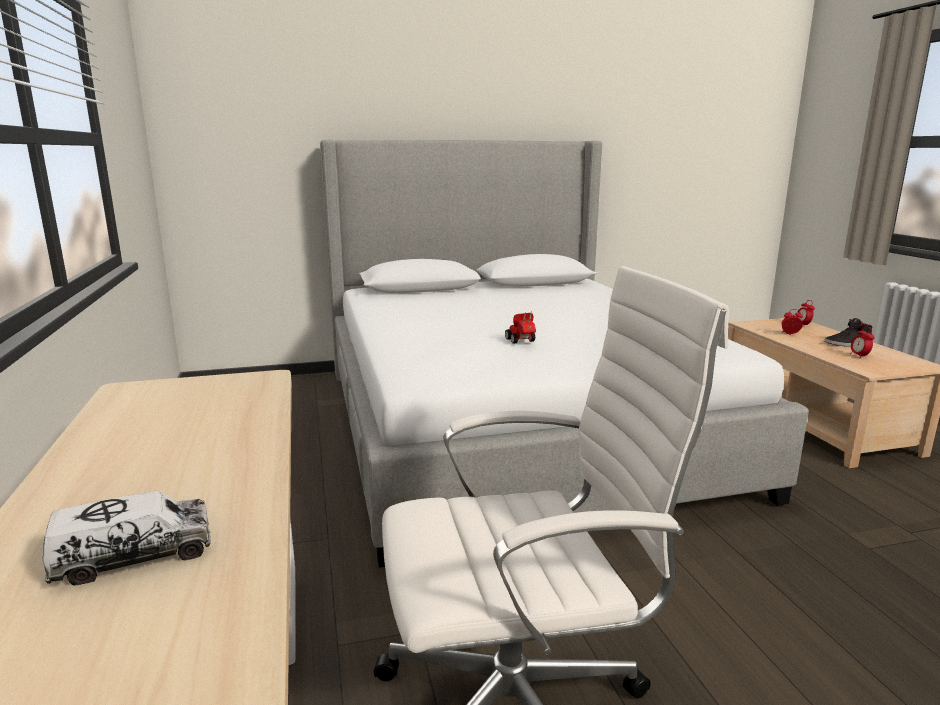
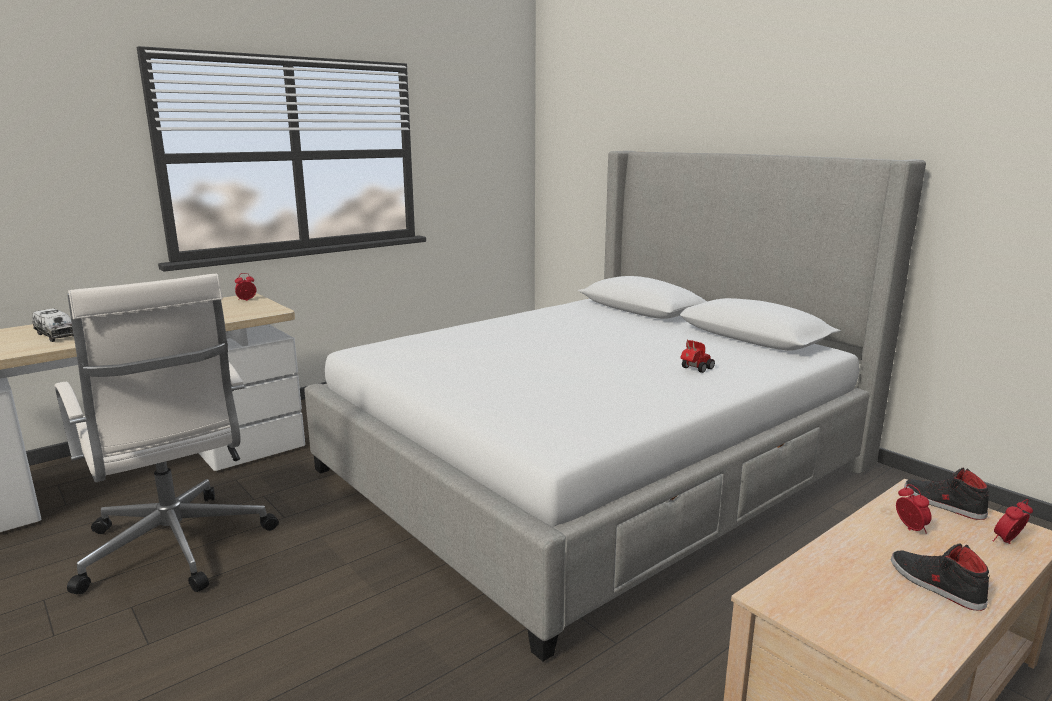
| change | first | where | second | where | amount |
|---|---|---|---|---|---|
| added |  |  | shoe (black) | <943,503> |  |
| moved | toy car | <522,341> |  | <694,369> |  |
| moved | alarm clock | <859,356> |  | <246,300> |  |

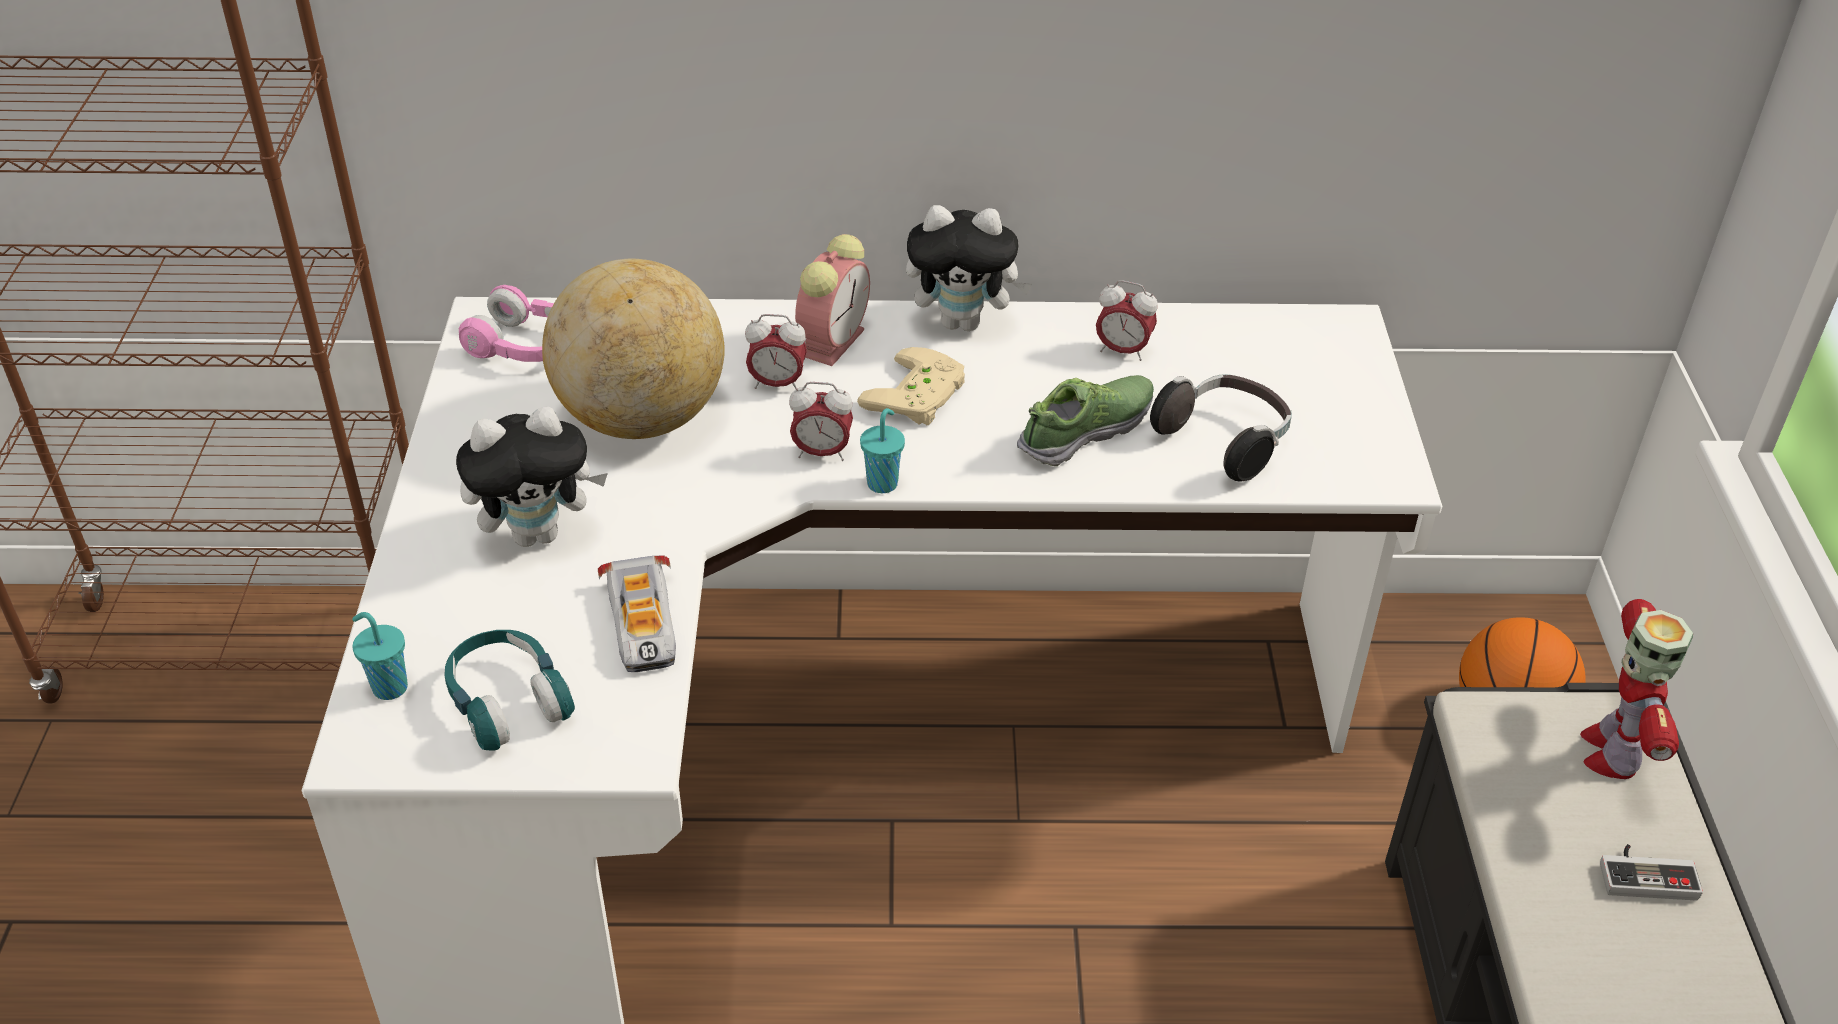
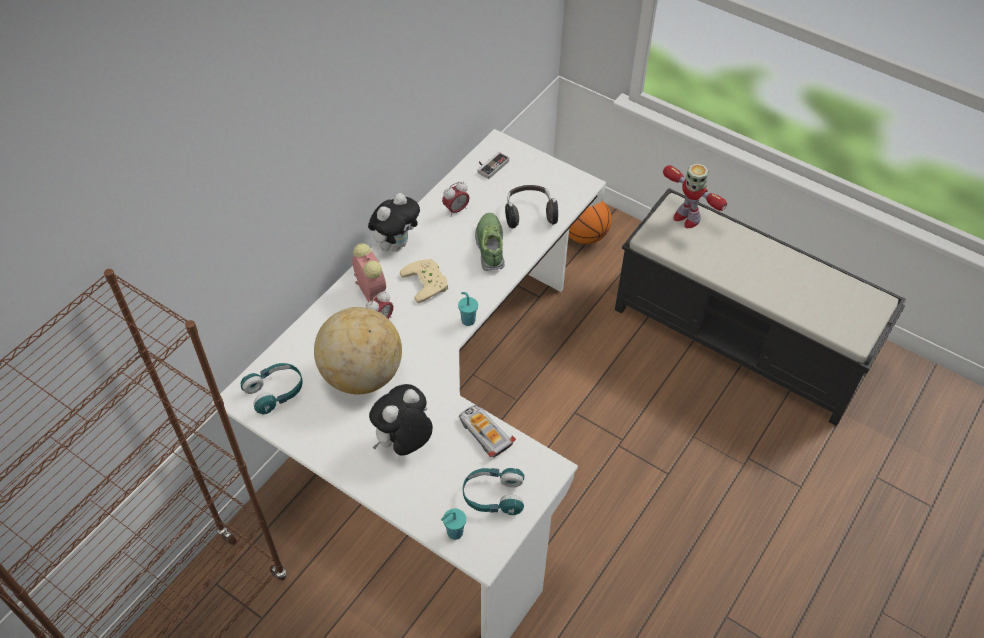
| change | first | where | second | where | amount |
|---|---|---|---|---|---|
| removed | alarm clock | <822,453> |  |  |  |
| moved | game controller | <1646,874> |  | <490,165> |  |
| recoloured | headphones (pink) | <526,347> | headphones (turquoise) | <275,392> |  |
| turned | plush toy | <538,533> |  | <404,443> | 150 degrees counterclockwise |
| turned | toy car | <643,624> |  | <484,433> | 150 degrees counterclockwise |

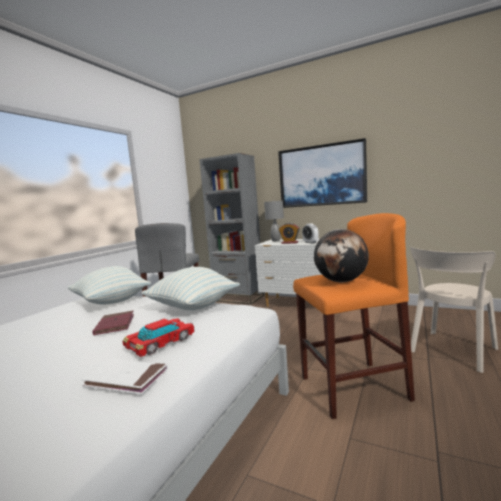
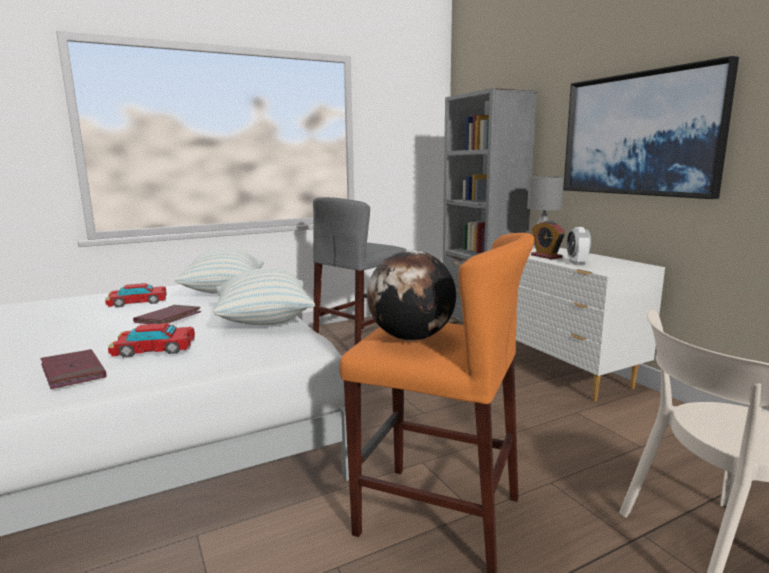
| change | first | where | second | where | amount |
|---|---|---|---|---|---|
| added |  |  | toy car | <137,302> |  |
| recoloured | book (white) | <126,379> | book (red) | <73,372> |  |

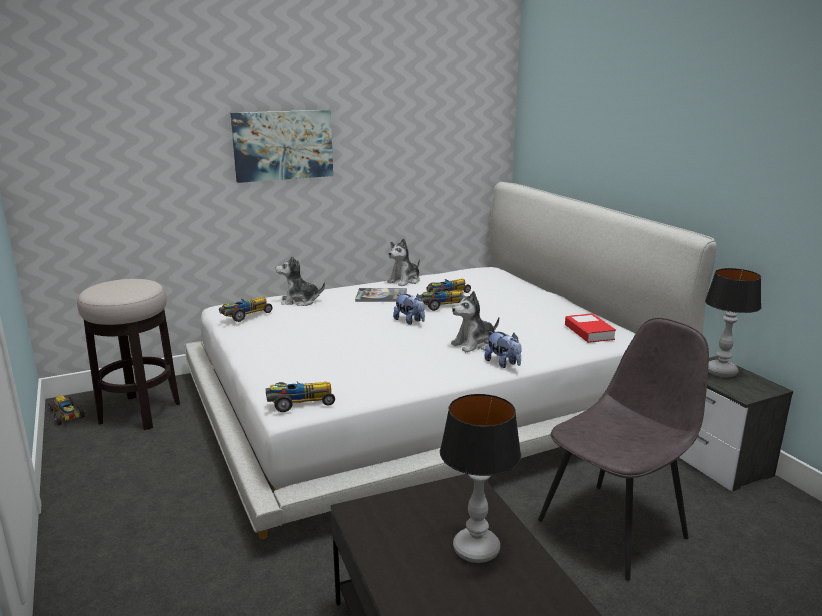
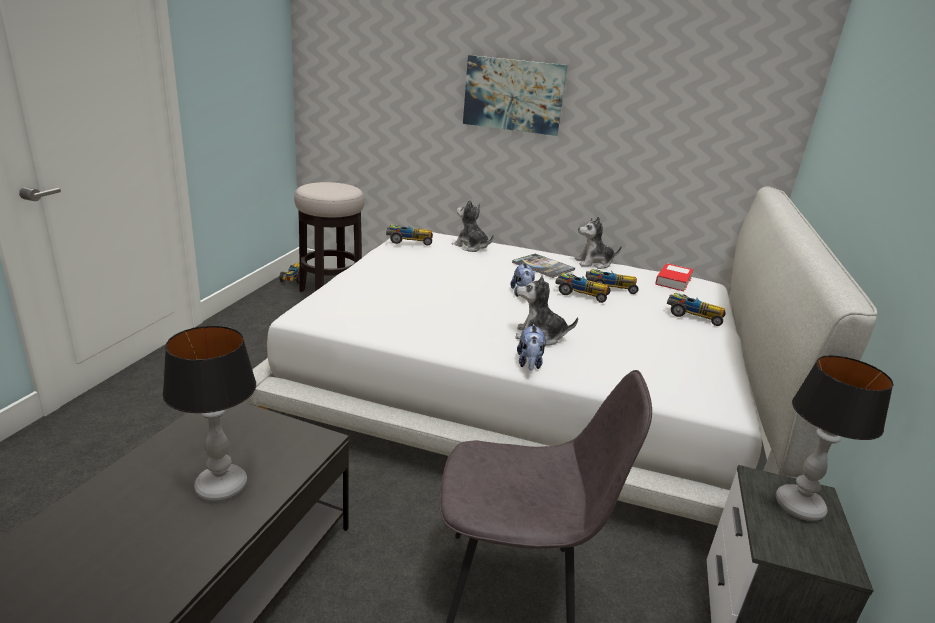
| change | first | where | second | where | amount |
|---|---|---|---|---|---|
| moved | toy car | <299,402> |  | <693,315> |  |
| moved | book | <589,332> |  | <673,281> |  |

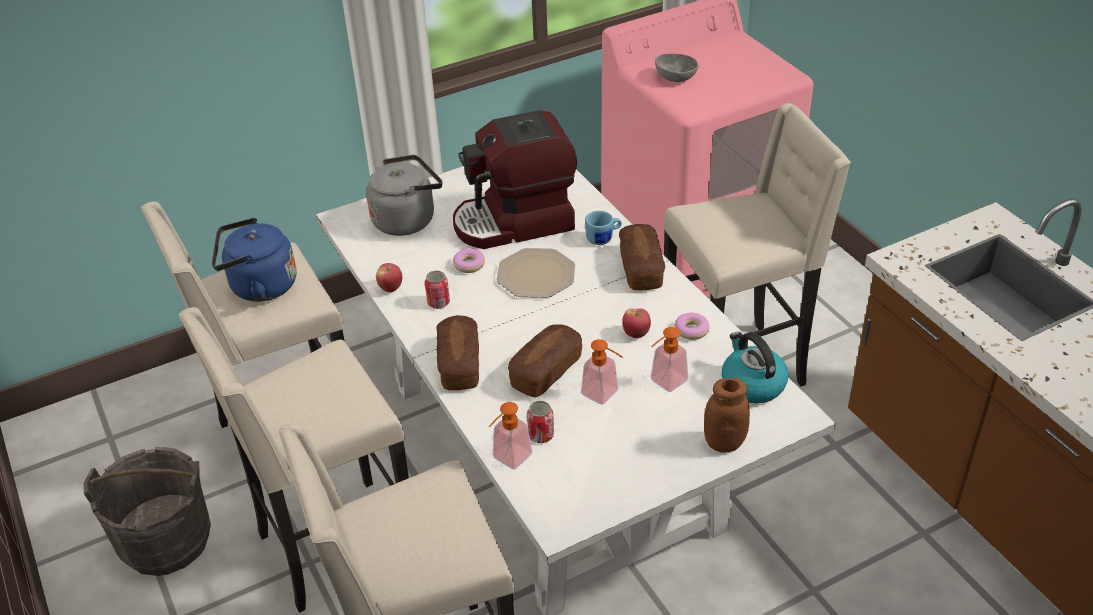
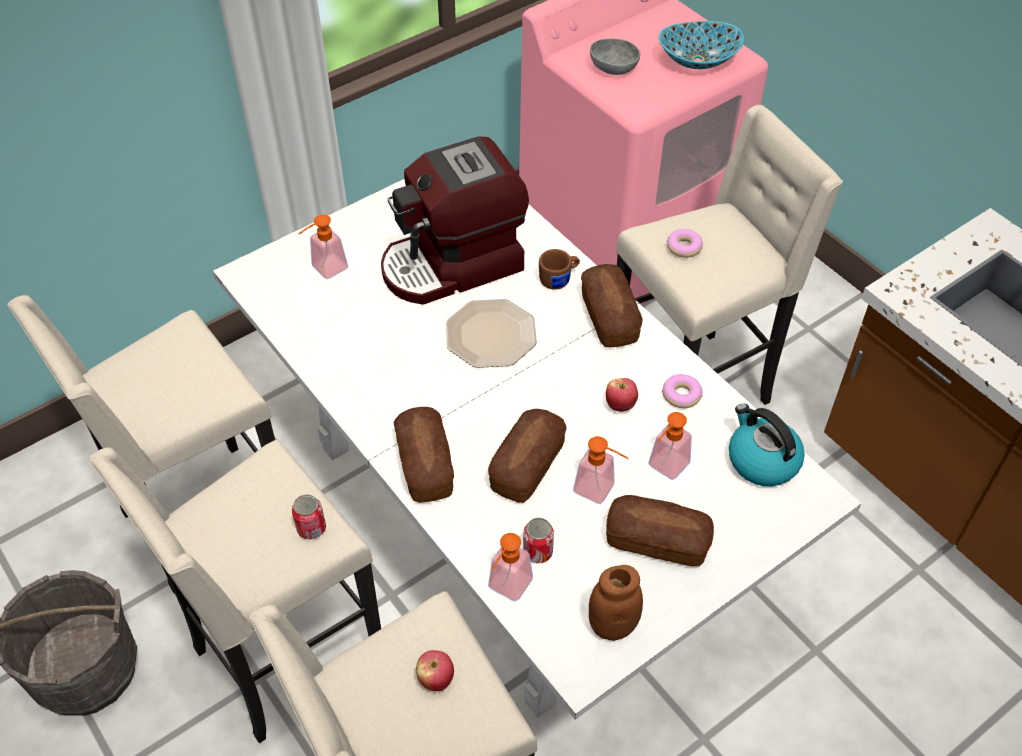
| change | first | where | second | where | amount |
|---|---|---|---|---|---|
| removed | kettle (blue) | <259,287> |  |  |  |
| added |  |  | bread | <657,541> |  |
| added |  |  | bowl | <697,60> |  |
| moved | apple | <390,288> |  | <435,679> |  |
| moved | can | <438,302> |  | <311,528> |  |
| moved | donut | <469,265> |  | <684,247> |  |
| moved | jar (brown) | <724,443> |  | <612,625> |  |
| replaced | kettle (grey) | <407,219> | soap dispenser | <324,270> |  |
| recoloured | mug (blue) | <603,238> | mug (brown) | <559,279> |  |

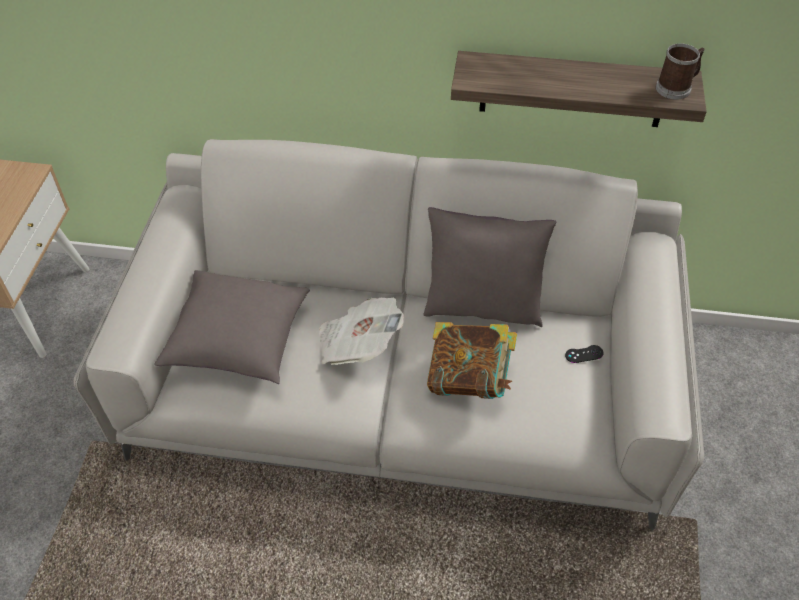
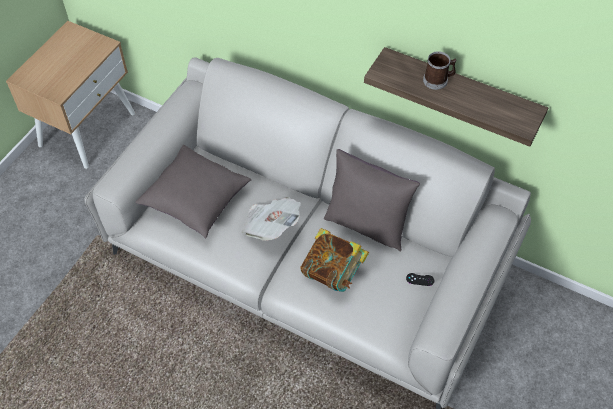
| change | first | where | second | where | amount |
|---|---|---|---|---|---|
| moved | mug | <676,87> |  | <438,80> |  |

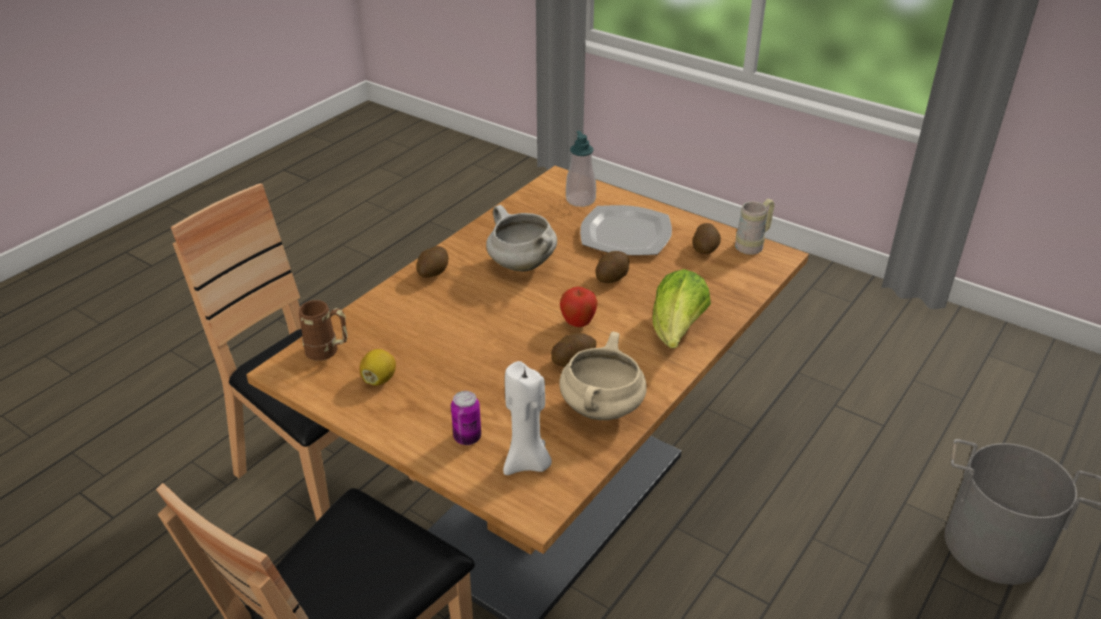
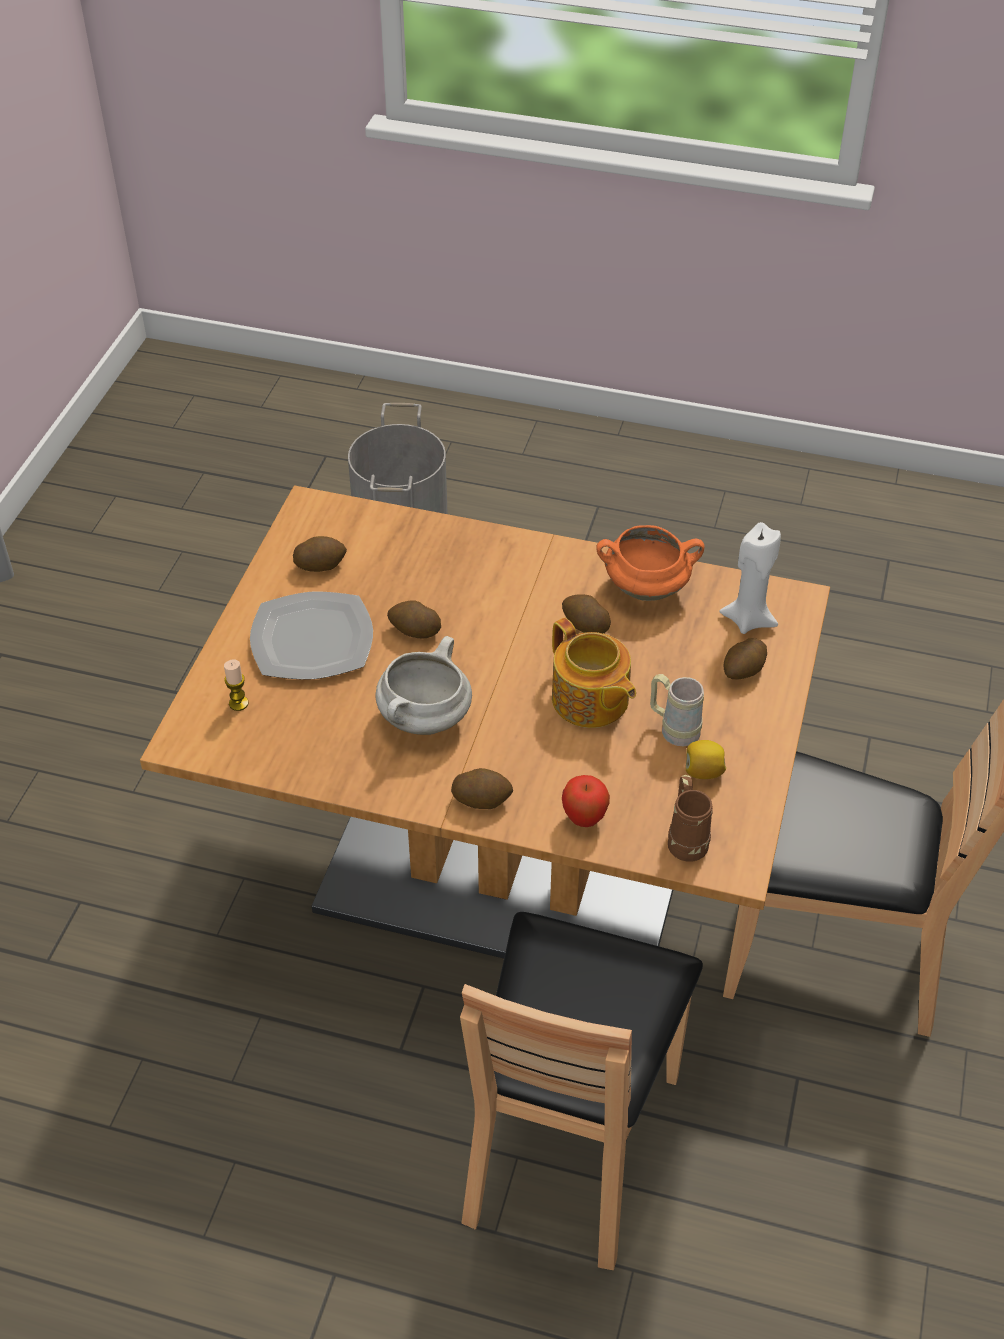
| change | first | where | second | where | amount |
|---|---|---|---|---|---|
| removed | lettuce | <676,332> |  |  |  |
| added |  |  | teapot | <590,701> |  |
| moved | apple | <578,324> |  | <584,818> |  |
| moved | mug (beige) | <753,245> |  | <673,729> |  |
| replaced | can | <467,437> | potato | <743,671> |  |
| replaced | soap dispenser | <580,200> | candle | <238,703> |  |
| recoloured | cooking pot (beige) | <602,410> | cooking pot (orange) | <647,587> |  |

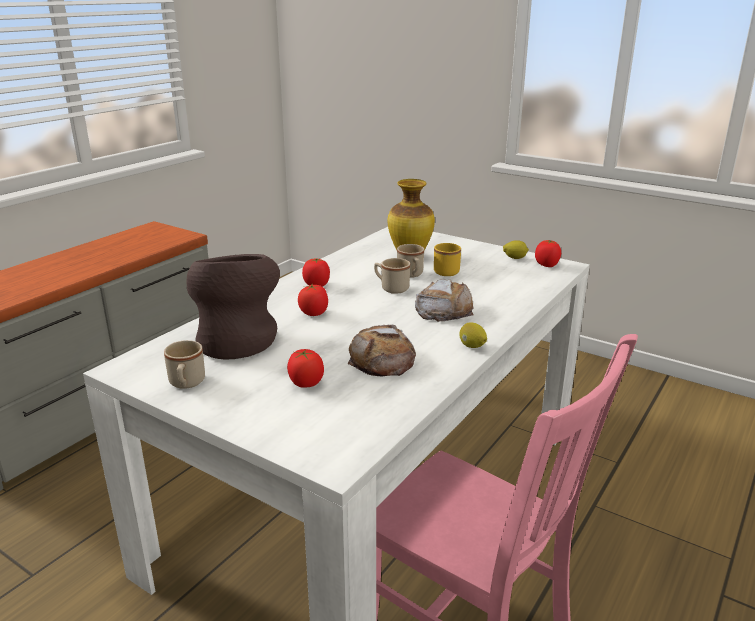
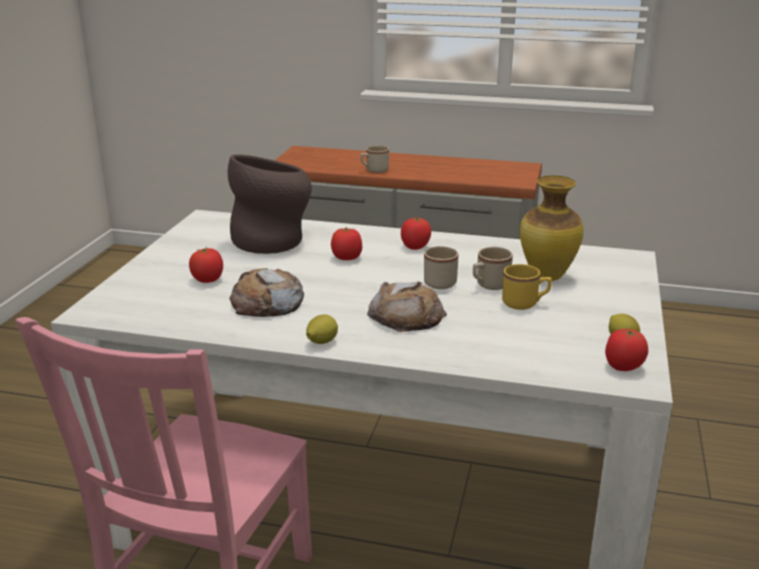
| change | first | where | second | where | amount |
|---|---|---|---|---|---|
| moved | mug (beige) | <186,384> |  | <374,170> |  |

